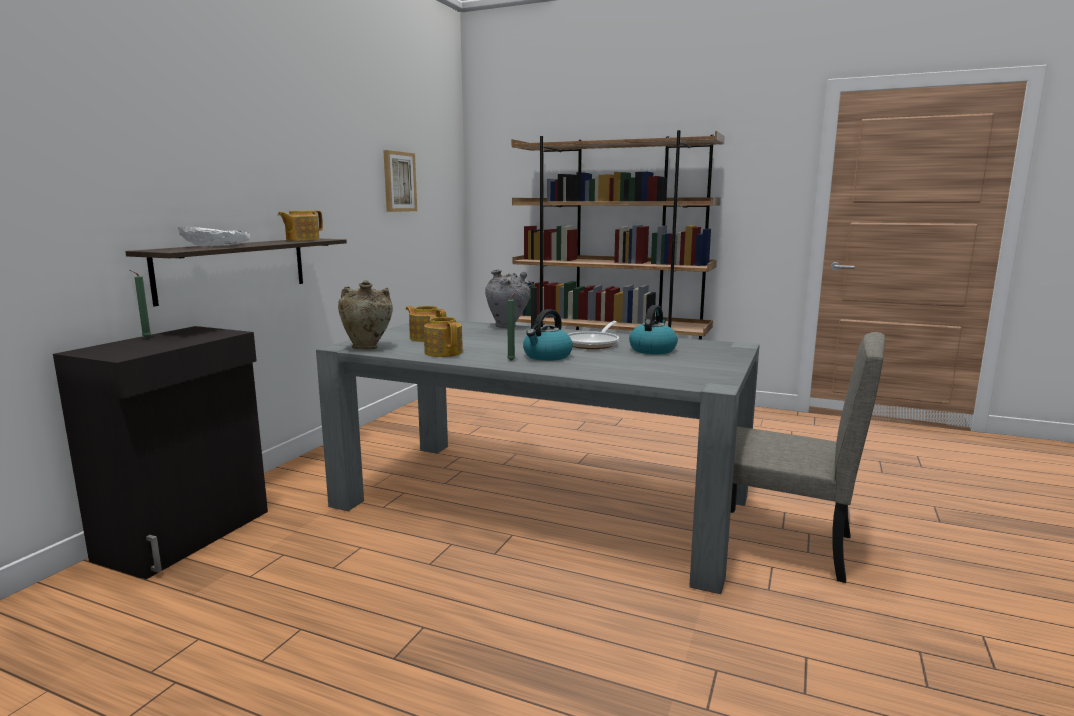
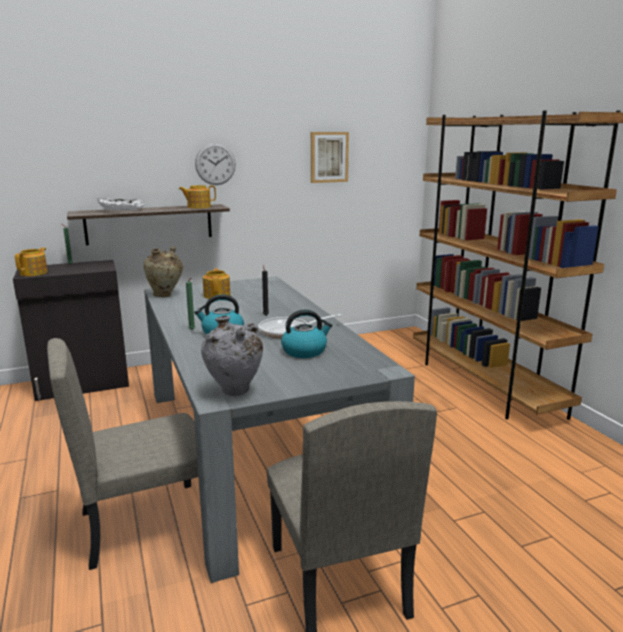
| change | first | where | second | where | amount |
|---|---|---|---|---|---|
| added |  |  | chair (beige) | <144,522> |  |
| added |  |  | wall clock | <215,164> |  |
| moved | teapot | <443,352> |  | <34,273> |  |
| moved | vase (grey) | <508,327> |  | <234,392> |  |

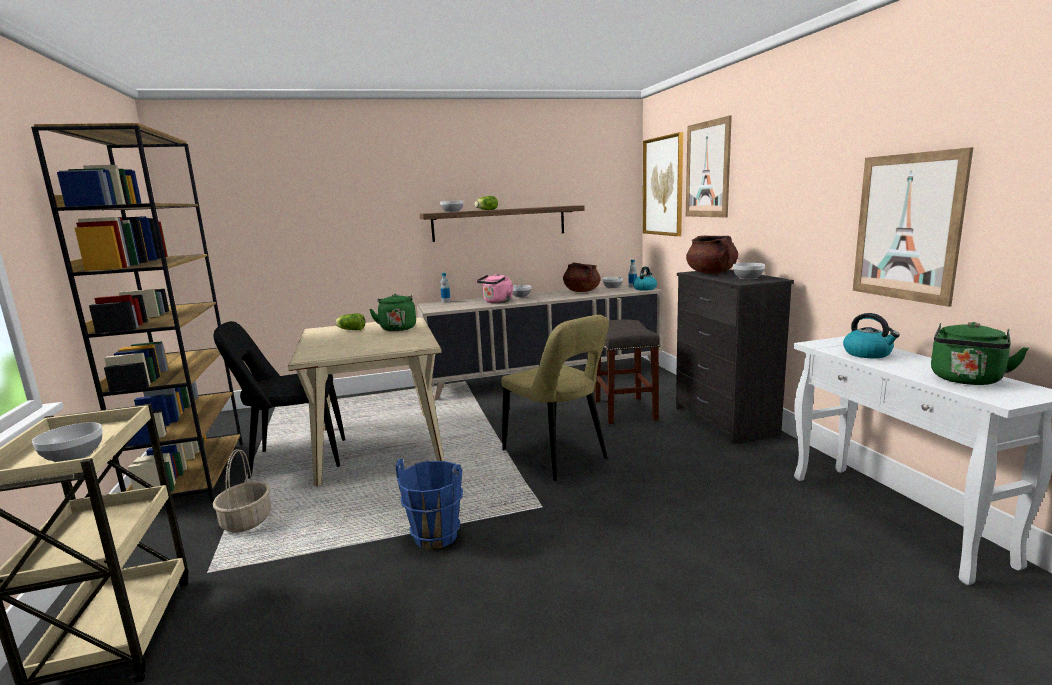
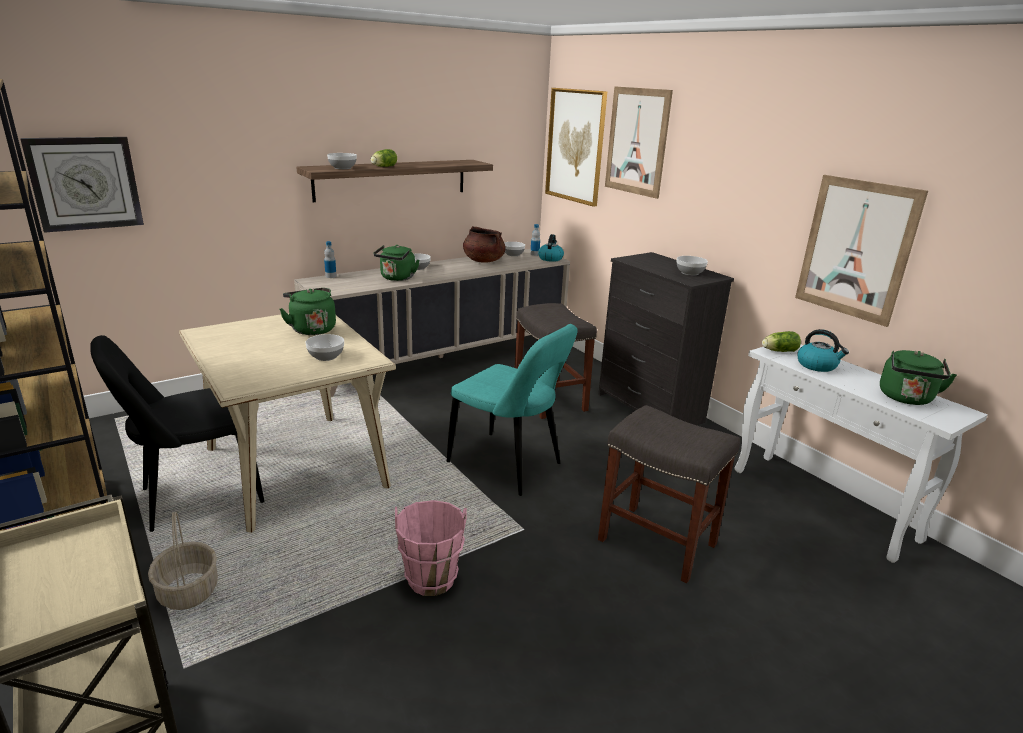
| change | first | where | second | where | amount |
|---|---|---|---|---|---|
| removed | cooking pot (brown) | <711,273> |  |  |  |
| added |  |  | wall clock | <85,183> |  |
| added |  |  | stool (grey) | <659,542> |  |
| moved | bowl | <74,456> |  | <326,356> |  |
| moved | lettuce | <350,330> |  | <778,351> |  |
| recoloured | bucket (blue) | <436,535> | bucket (pink) | <431,579> |  |
| recoloured | kettle (pink) | <497,302> | kettle (green) | <397,278> |  |
| recoloured | chair (beige) | <557,456> | chair (turquoise) | <508,465> |  |

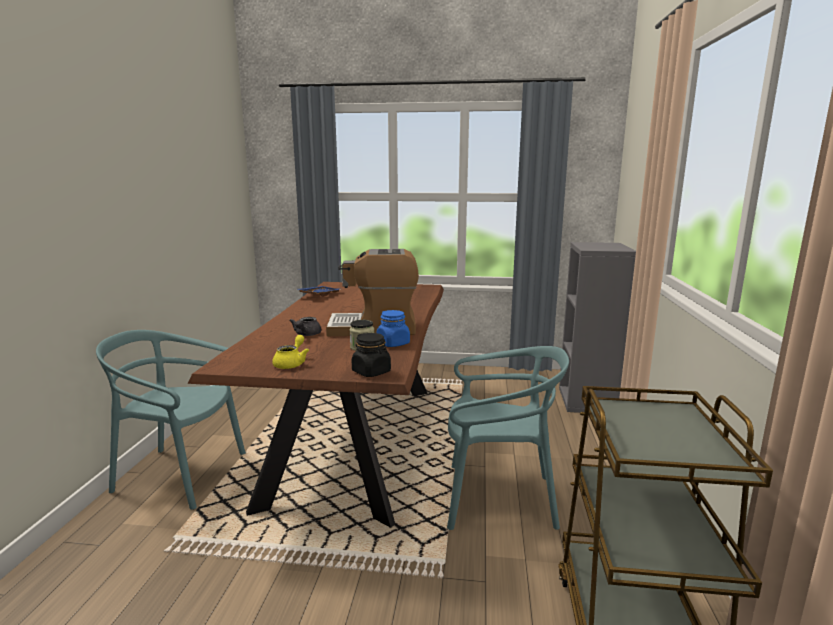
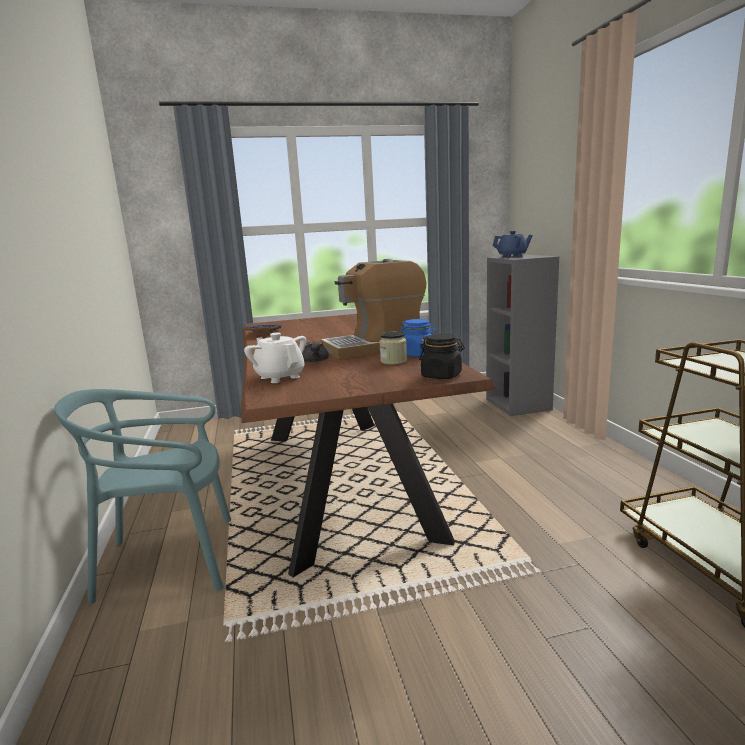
| change | first | where | second | where | amount |
|---|---|---|---|---|---|
| removed | teapot (yellow) | <291,363> |  |  |  |
| removed | chair (turquoise) | <498,498> |  |  |  |
| added |  |  | teapot (white) | <280,377> |  |
| added |  |  | teapot (blue) | <512,256> |  |

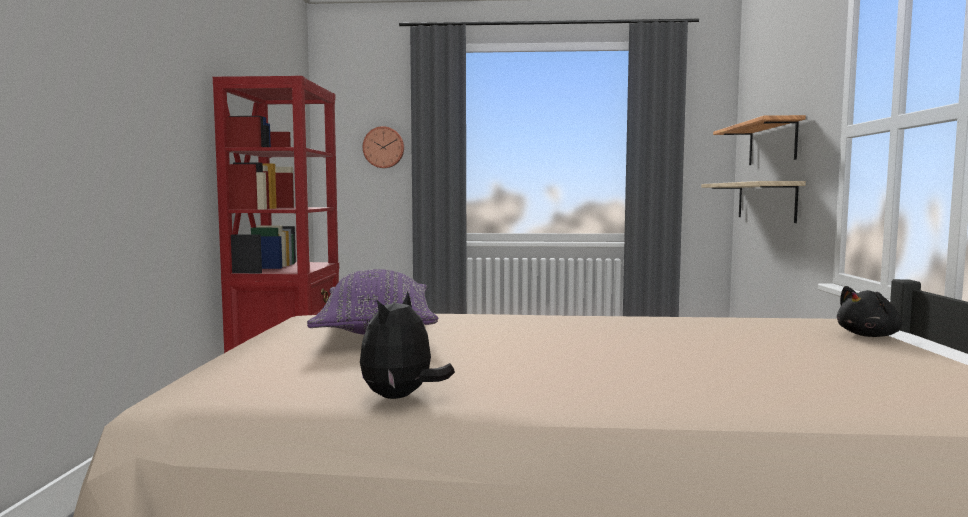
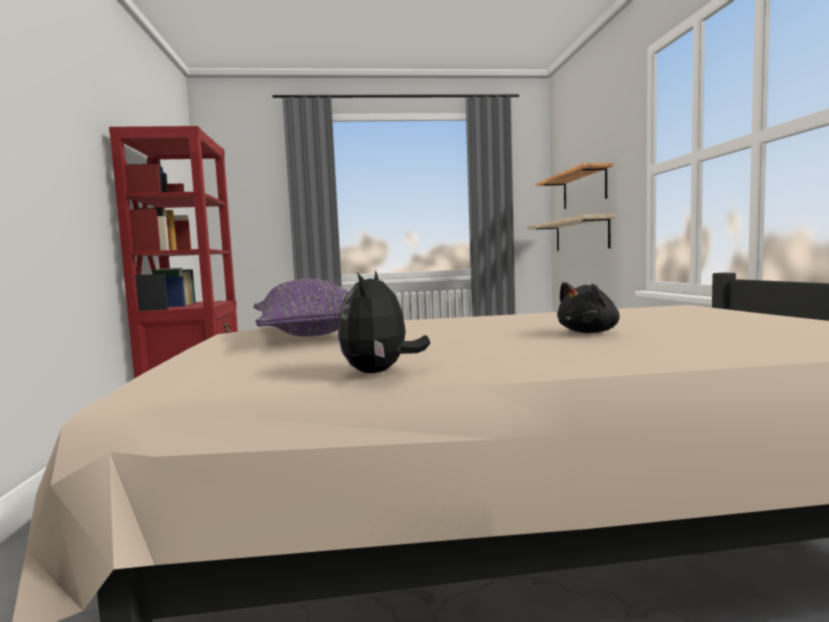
| change | first | where | second | where | amount |
|---|---|---|---|---|---|
| removed | wall clock | <384,147> |  |  |  |
| moved | plush toy (black) | <870,336> |  | <590,332> |  |

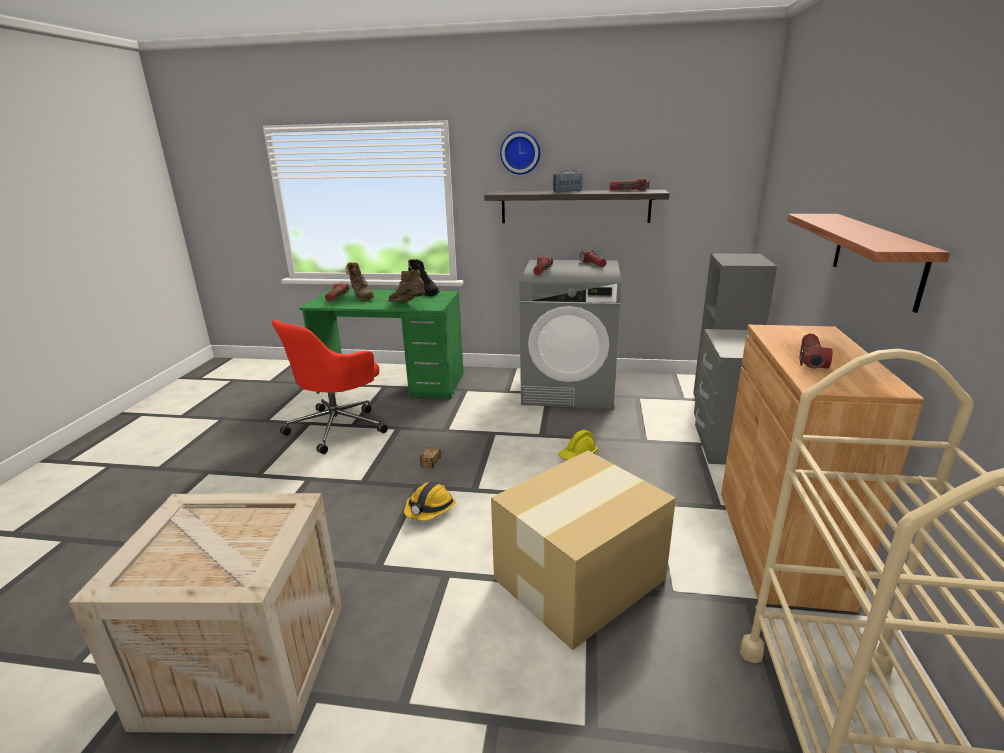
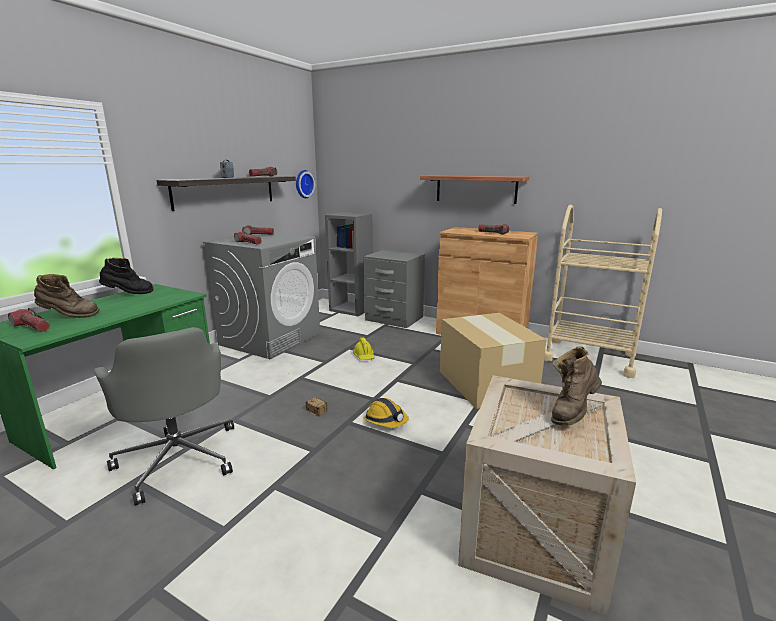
| change | first | where | second | where | amount |
|---|---|---|---|---|---|
| moved | boot (brown) | <408,304> |  | <572,412> |  |
| moved | wall clock | <520,152> |  | <303,184> |  |
| recoloured | office chair (red) | <338,427> | office chair (grey) | <179,457> |  |

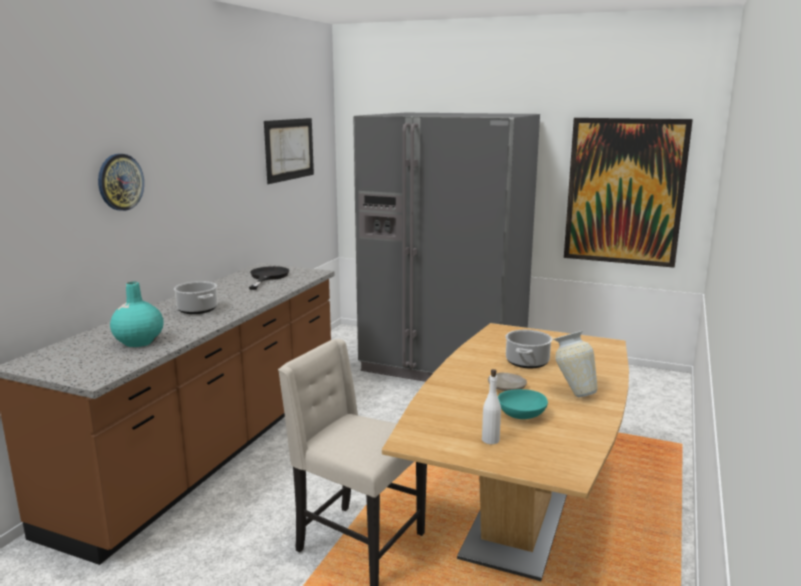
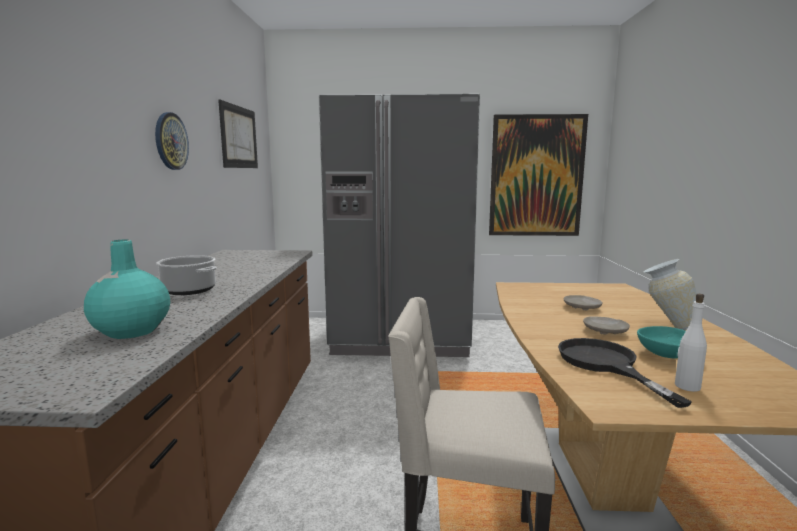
| change | first | where | second | where | amount |
|---|---|---|---|---|---|
| moved | wall clock | <120,182> |  | <170,141> |  |
| moved | frying pan (black) | <267,277> |  | <605,364> |  |
| replaced | cooking pot | <527,362> | plate (beige) | <582,308> |  |

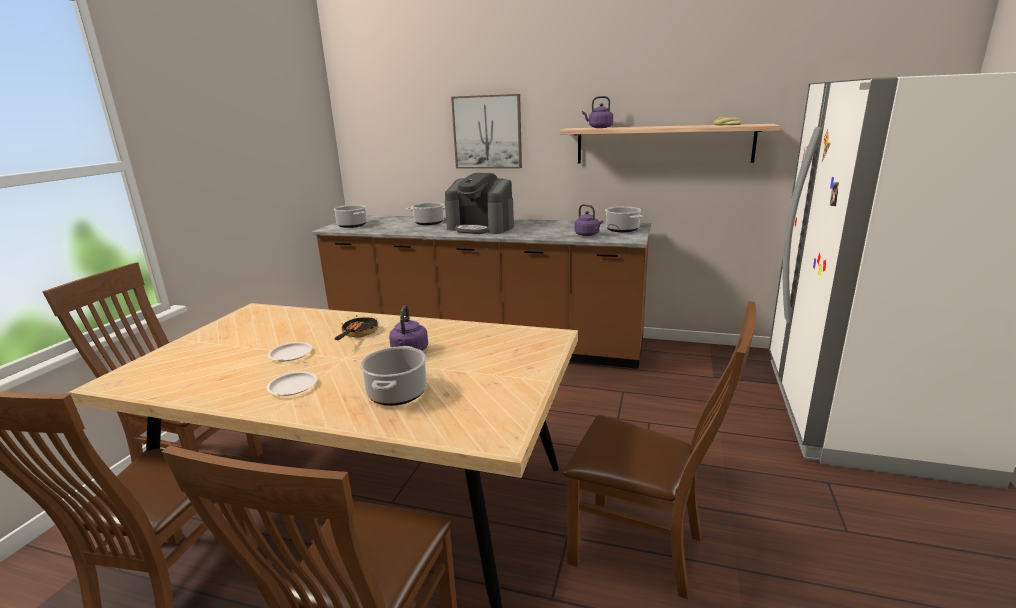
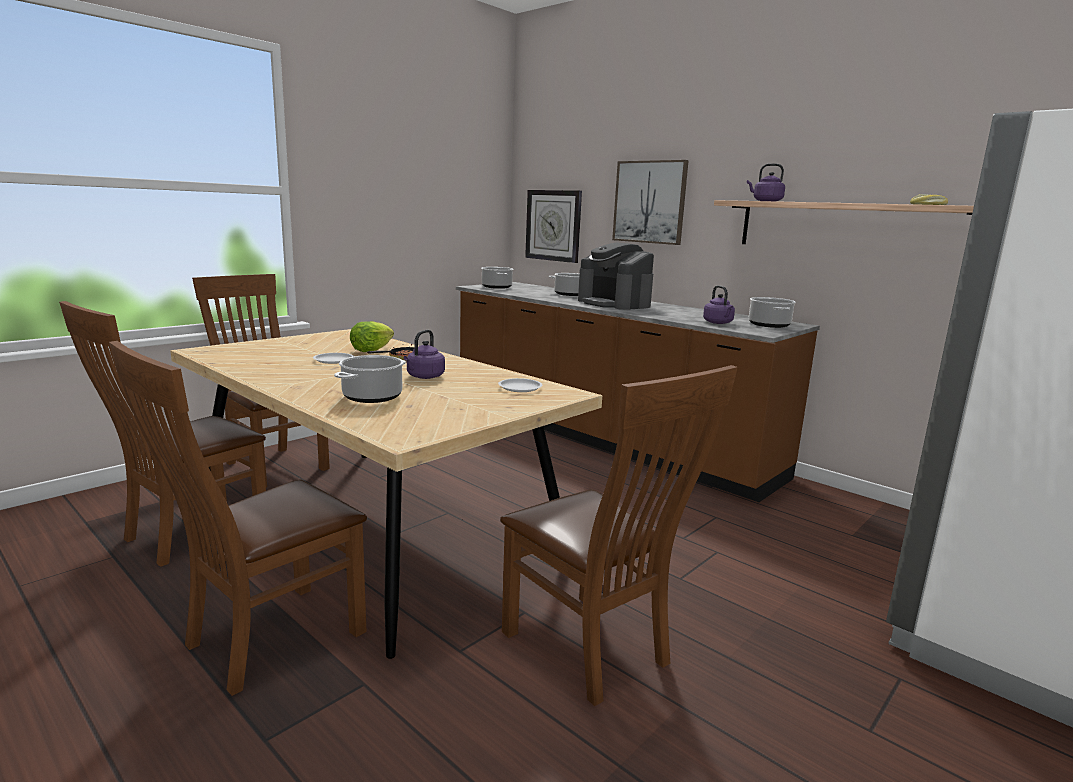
| change | first | where | second | where | amount |
|---|---|---|---|---|---|
| added |  |  | lettuce | <371,350> |  |
| added |  |  | wall clock | <553,225> |  |
| moved | plate (white) | <293,387> |  | <520,388> |  |

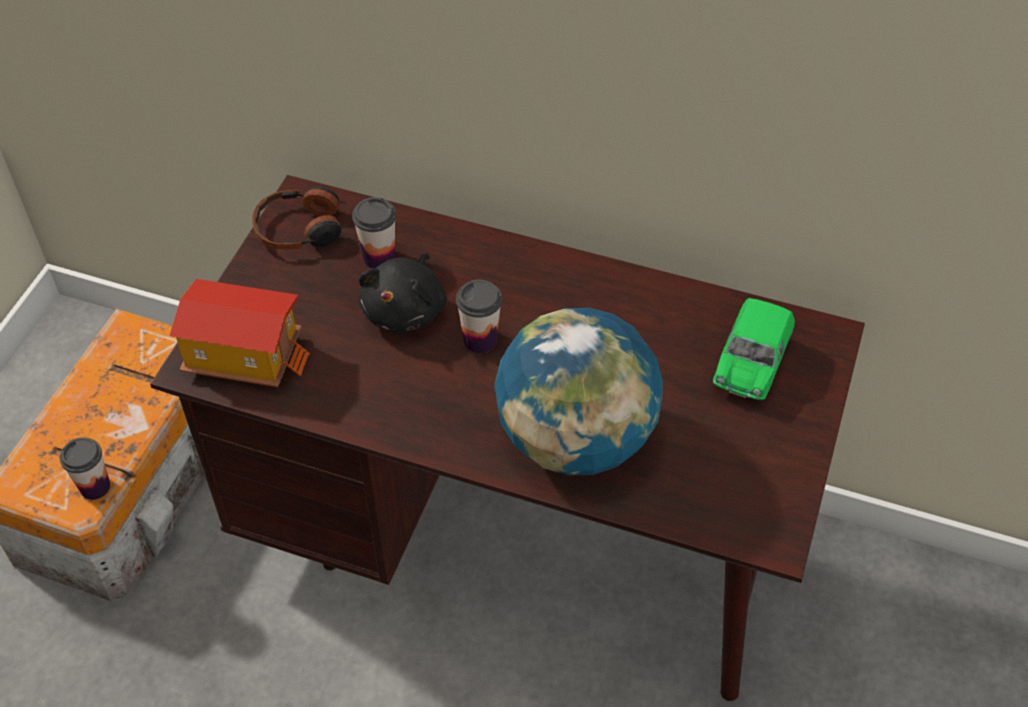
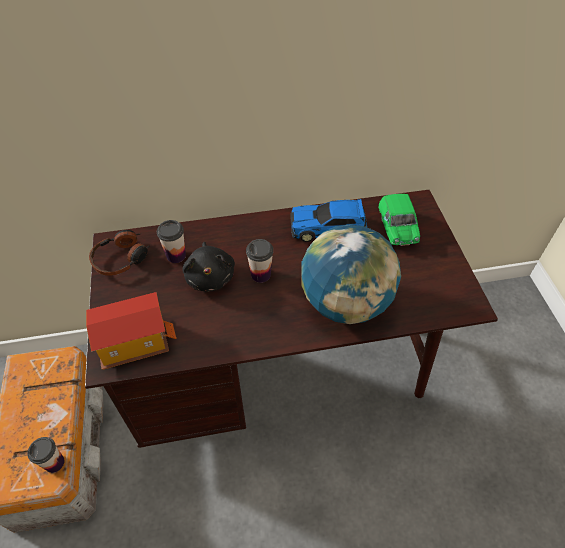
| change | first | where | second | where | amount |
|---|---|---|---|---|---|
| added |  |  | toy car | <329,228> |  |

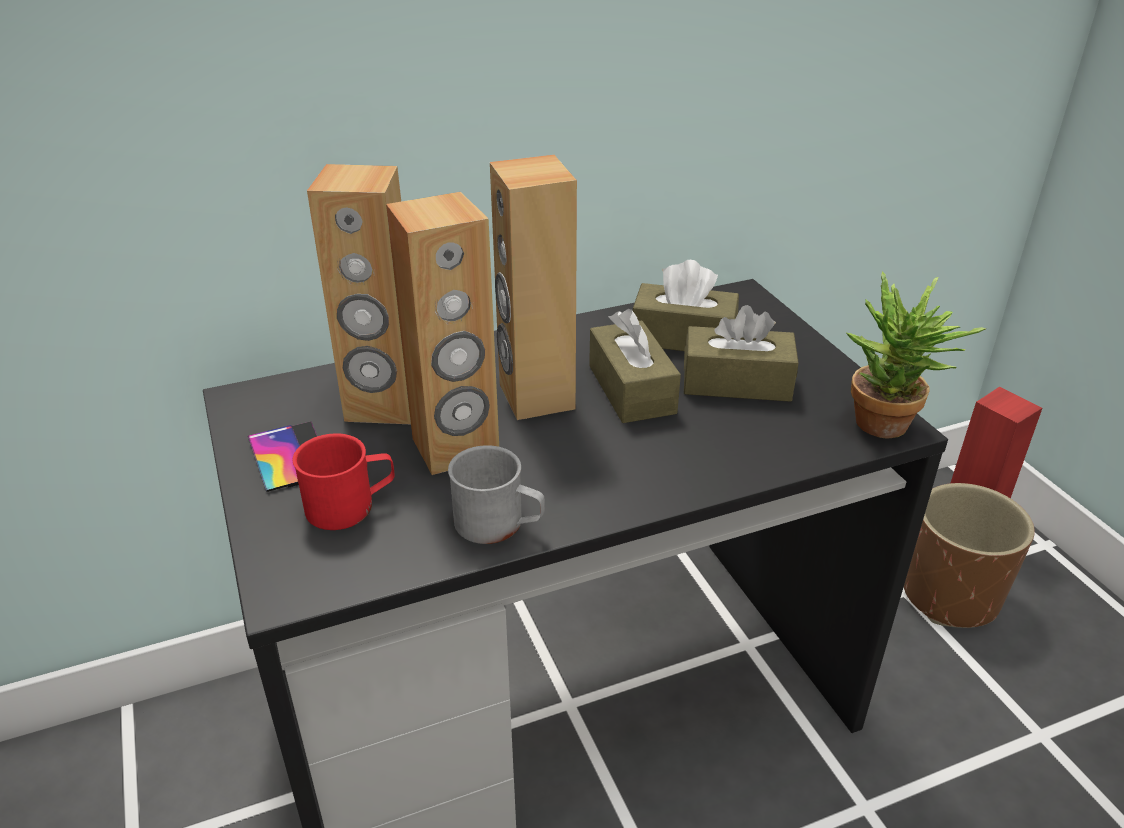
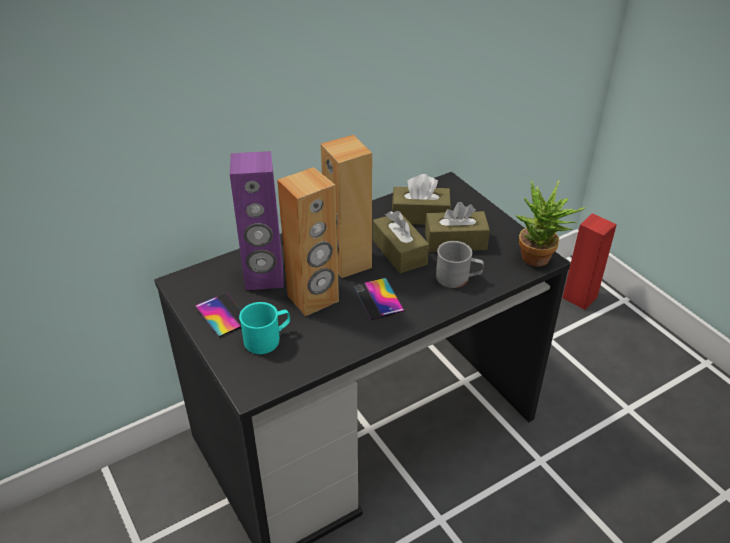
| change | first | where | second | where | amount |
|---|---|---|---|---|---|
| removed | planter (brown) | <951,596> |  |  |  |
| added |  |  | phone | <378,299> |  |
| moved | mug (grey) | <499,524> |  | <458,278> |  |
| recoloured | mug (red) | <351,505> | mug (turquoise) | <267,339> |  |
| recoloured | speaker (brown) | <384,406> | speaker (purple) | <264,278> |  |

